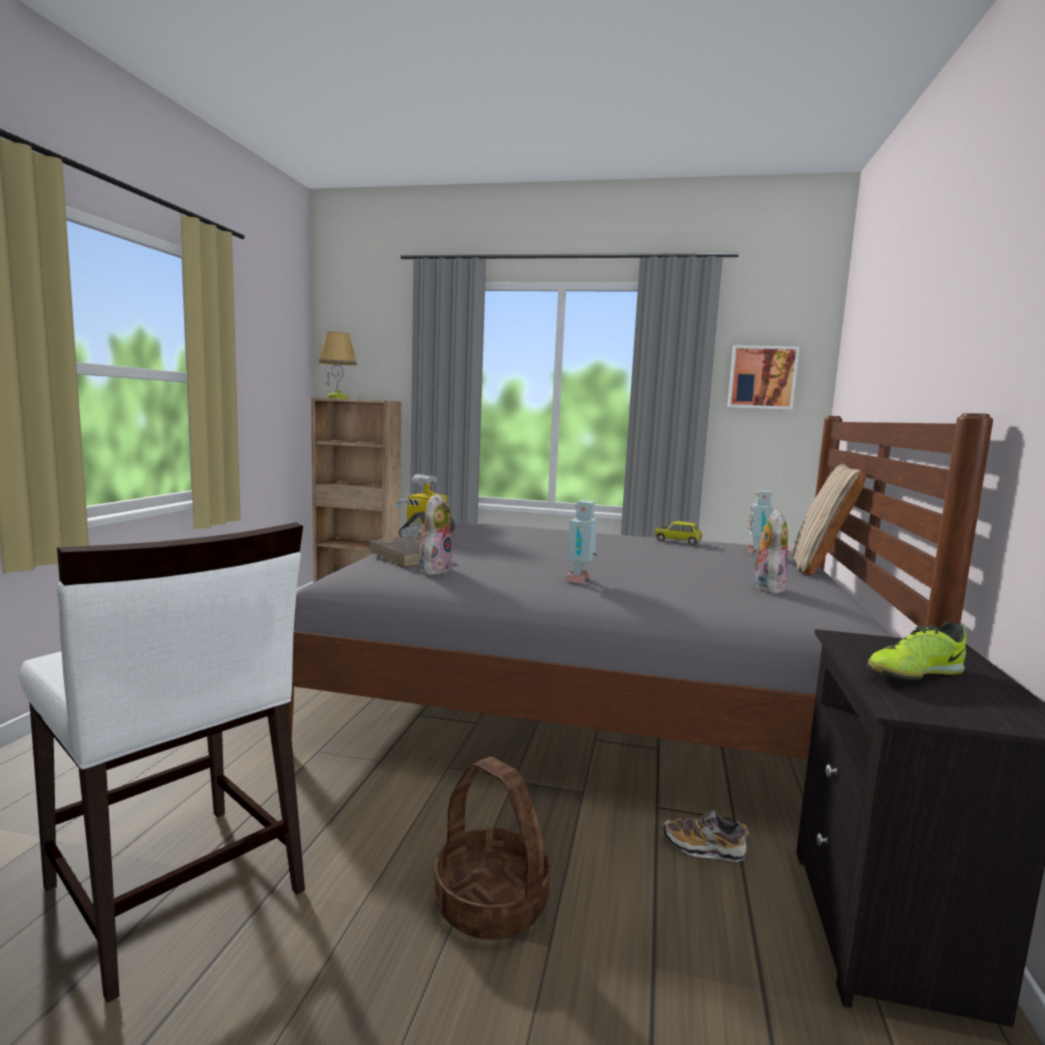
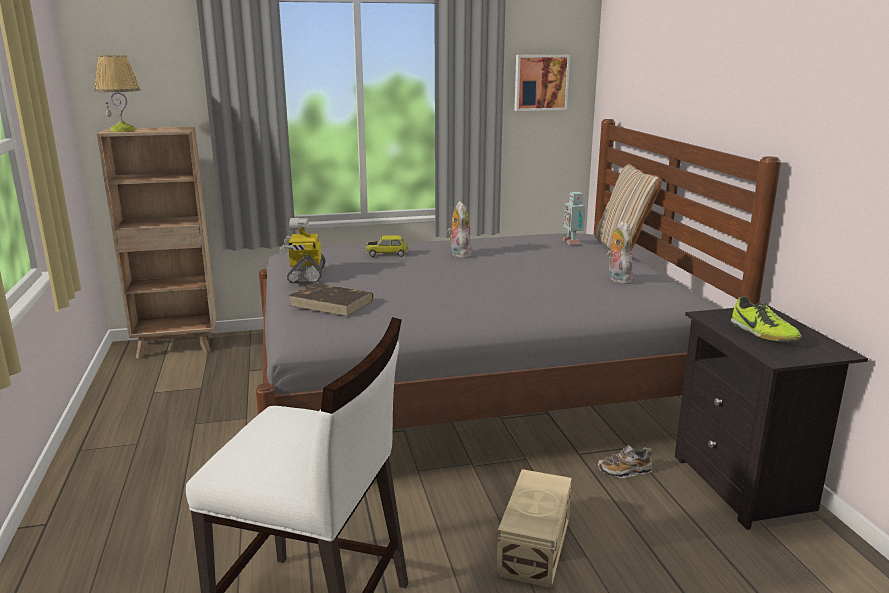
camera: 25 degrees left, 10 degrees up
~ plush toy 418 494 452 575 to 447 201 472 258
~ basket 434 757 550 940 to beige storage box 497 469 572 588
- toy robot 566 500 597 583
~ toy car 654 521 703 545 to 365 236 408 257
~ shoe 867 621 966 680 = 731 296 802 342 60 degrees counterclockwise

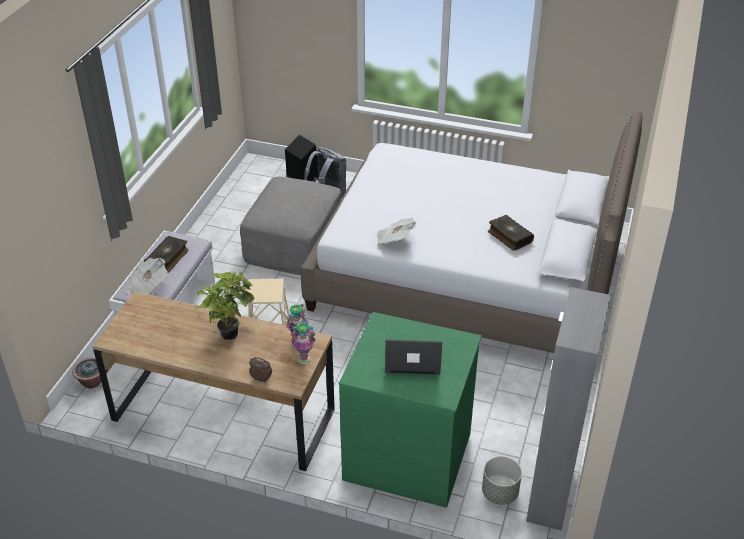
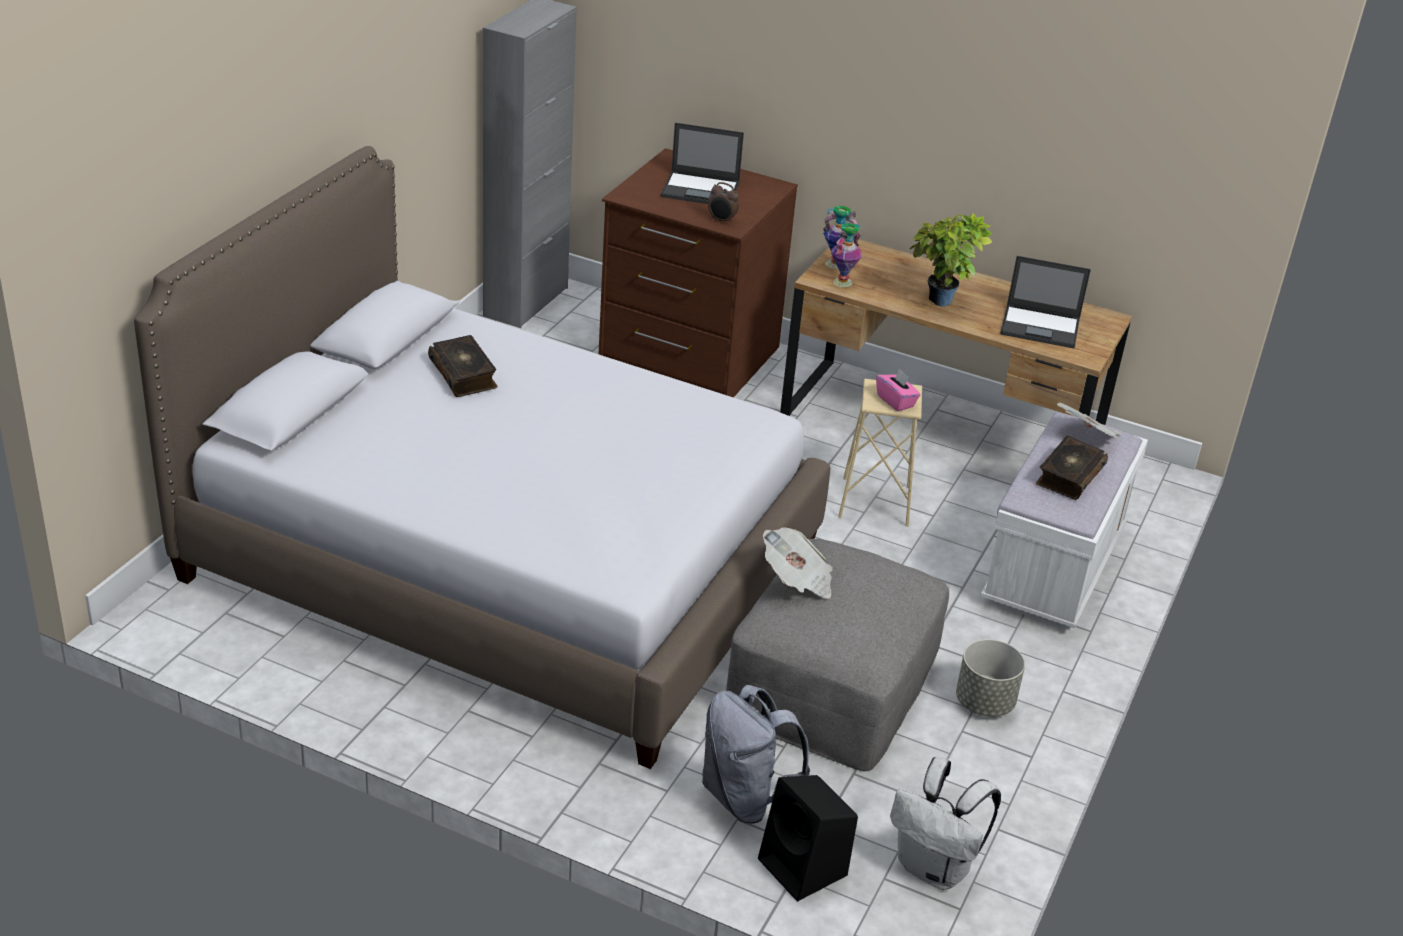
camera: 175 degrees left, 5 degrees down
- potted plant 72 357 101 389
~ alarm clock 249 357 272 383 to 708 182 739 225
~ green dresser 339 312 482 508 to brown dresser 599 148 798 398
~ newspaper 377 218 416 245 to 763 527 833 599
~ grey planter 482 456 522 505 to 956 639 1025 717
+ pink tissue box 876 369 920 411
+ white backpack 890 757 1001 890
+ laptop 1000 256 1091 348

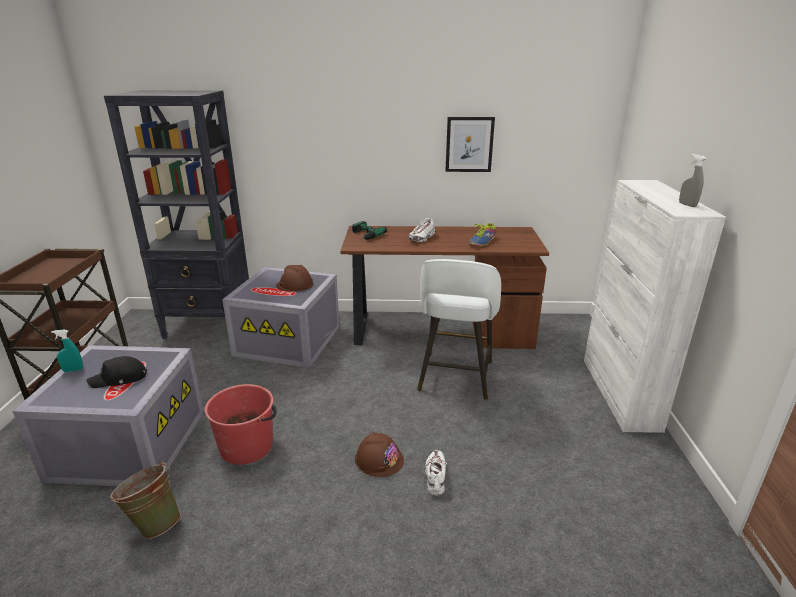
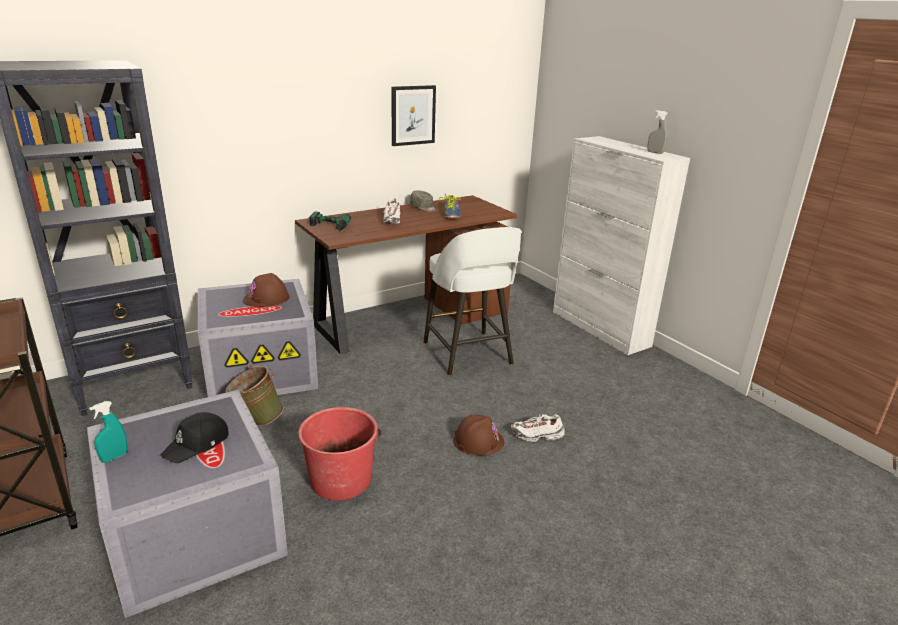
camera: 35 degrees left, 0 degrees up
~ green bucket 110 460 181 539 to 225 365 284 426
~ white shoe 425 450 447 496 = 511 414 565 442 60 degrees counterclockwise
+ grey cap 410 190 436 212

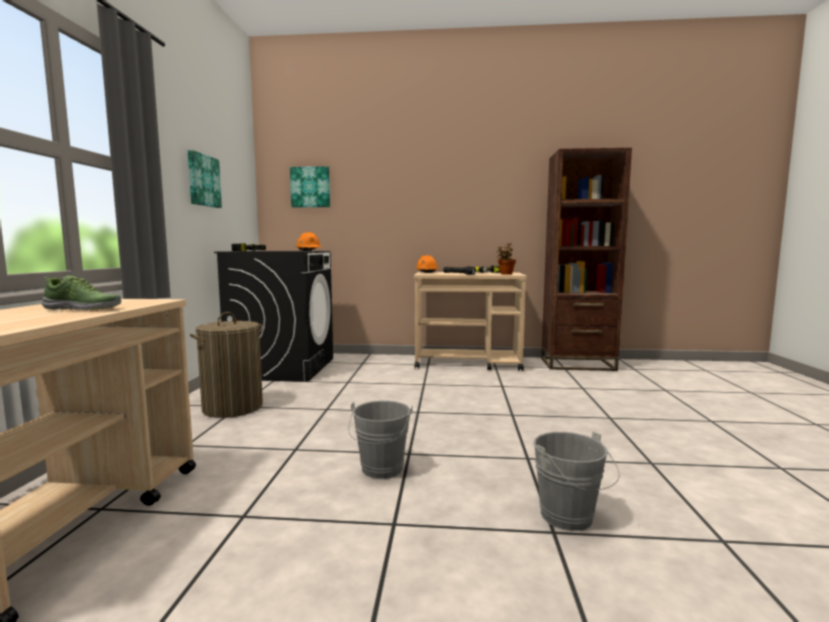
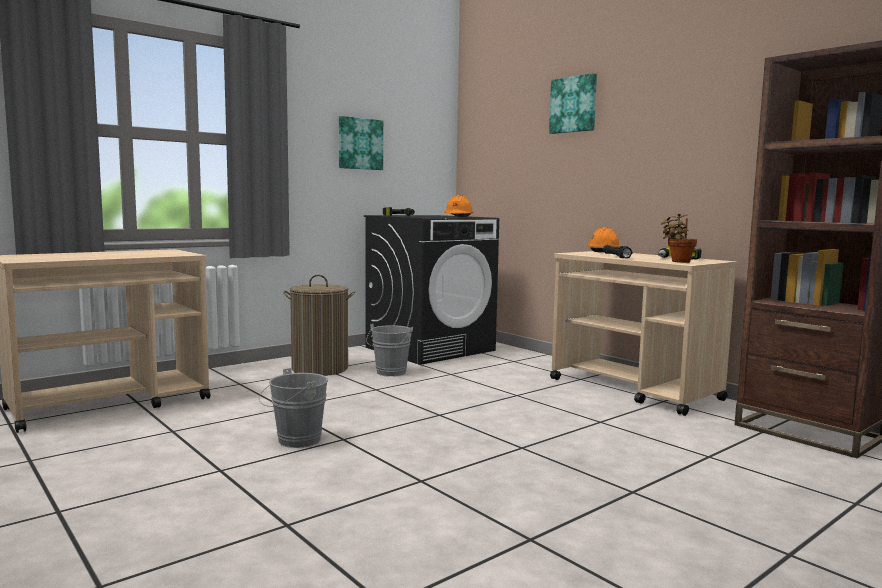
camera: 45 degrees right, 0 degrees up
- shoe 41 275 121 310
~ picture 290 166 330 207 to 549 73 597 134
~ grey bucket 533 431 620 531 to 366 324 413 377

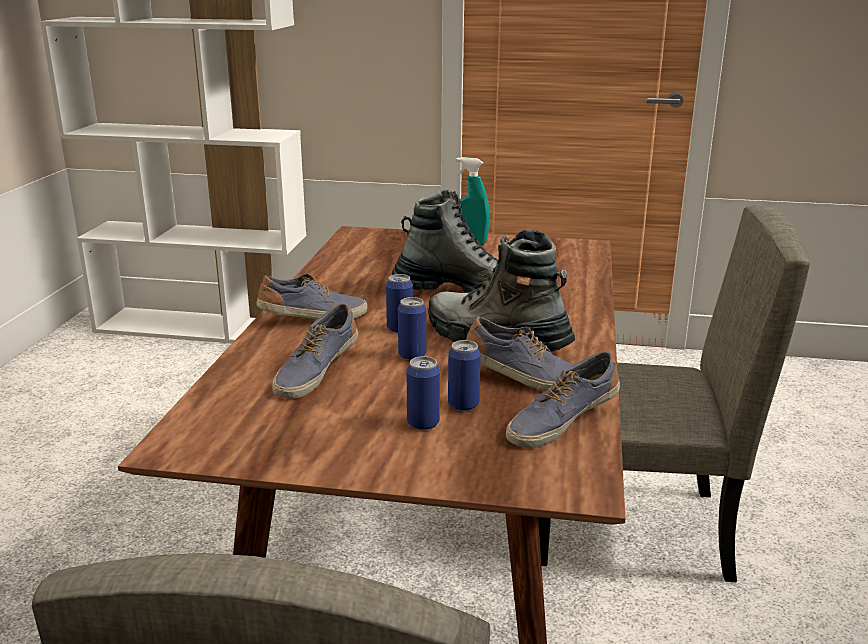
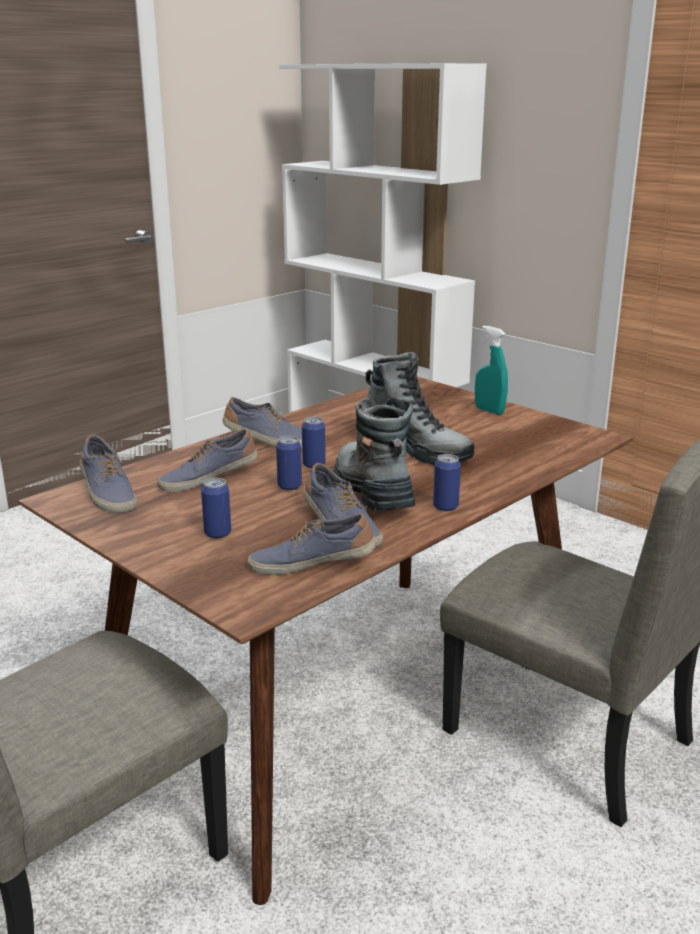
camera: 35 degrees right, 0 degrees up
~ can 448 340 481 411 to 433 454 461 511
+ shoe 80 434 137 513

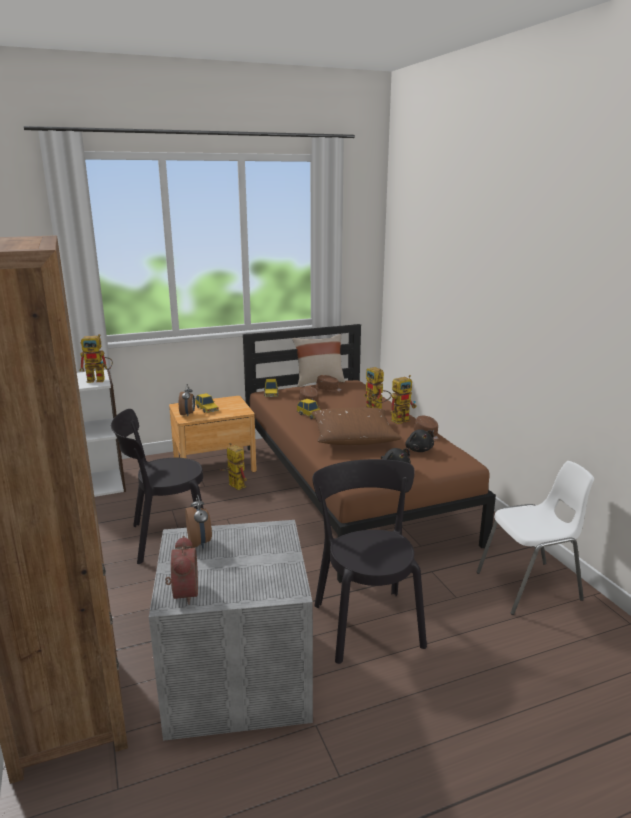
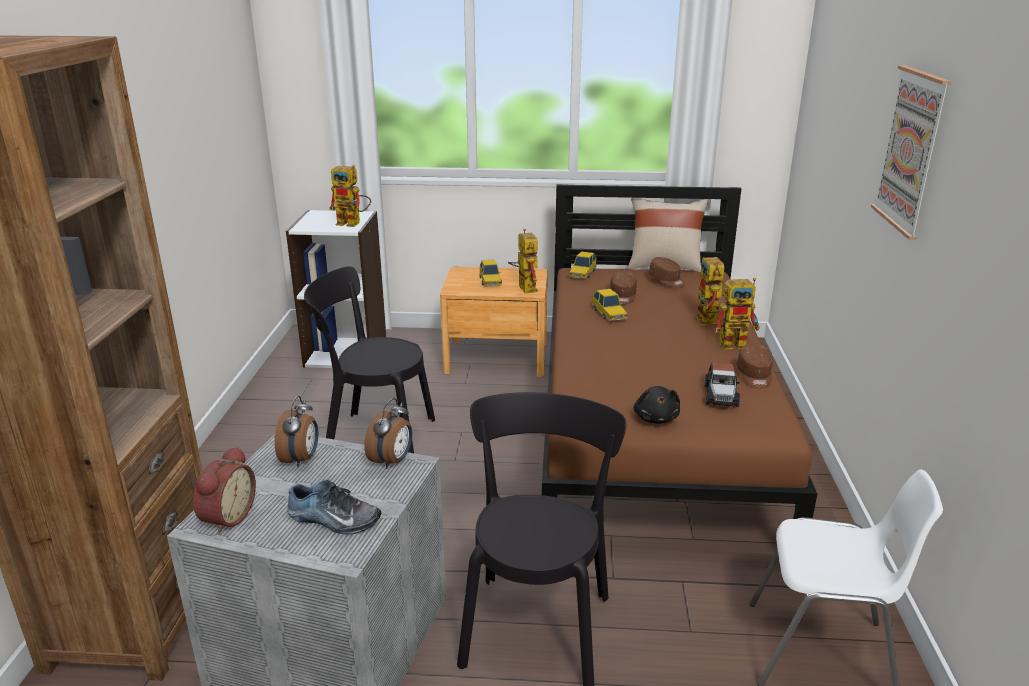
camera: 25 degrees right, 5 degrees up
~ alarm clock 179 384 195 417 to 364 398 412 469
~ toy robot 219 443 247 490 to 508 229 538 293
- brown pillow 312 408 402 445
~ black plush toy 405 429 434 452 to toy car 704 362 740 407
+ shoe 287 479 382 534
+ picture 871 65 952 240

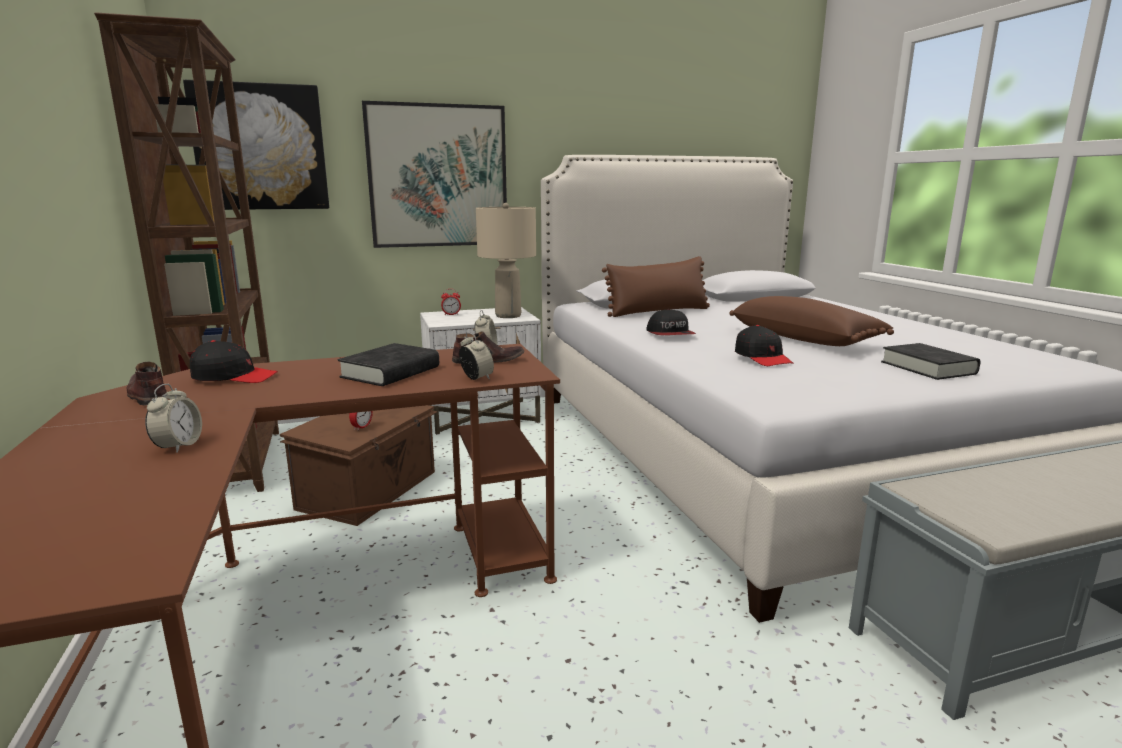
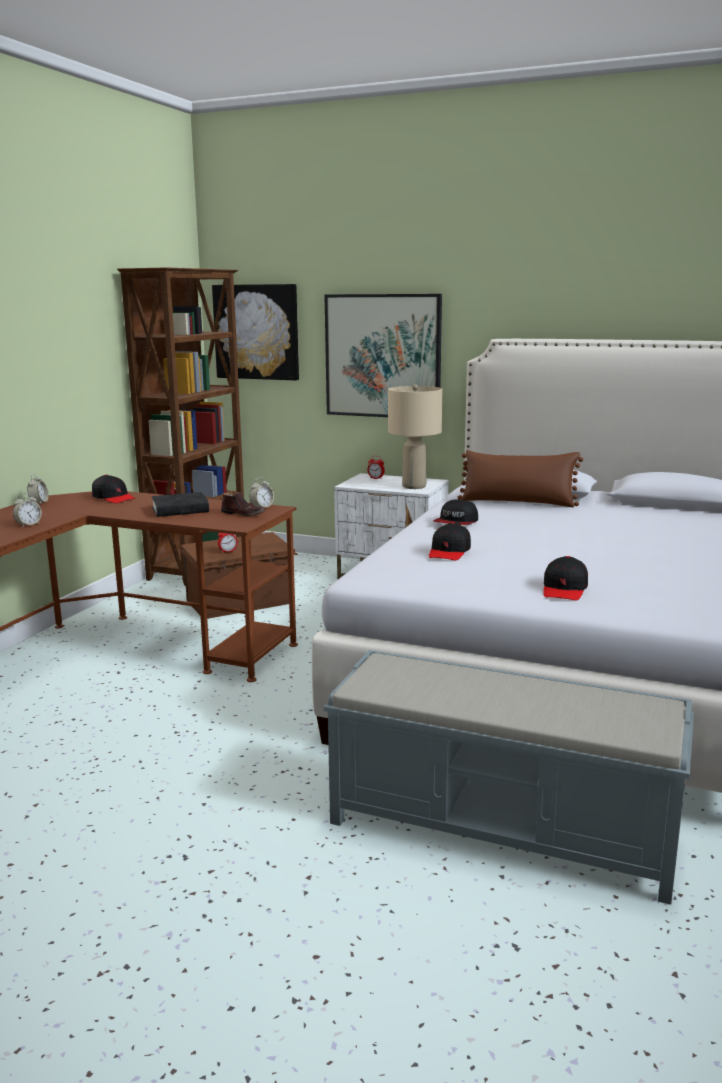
camera: 40 degrees right, 0 degrees up
- brown shoe 126 362 166 406
~ alarm clock 459 332 494 380 to 27 474 48 505
- brown pillow 730 296 894 346
~ black book 881 343 981 380 to black cap 543 556 588 601

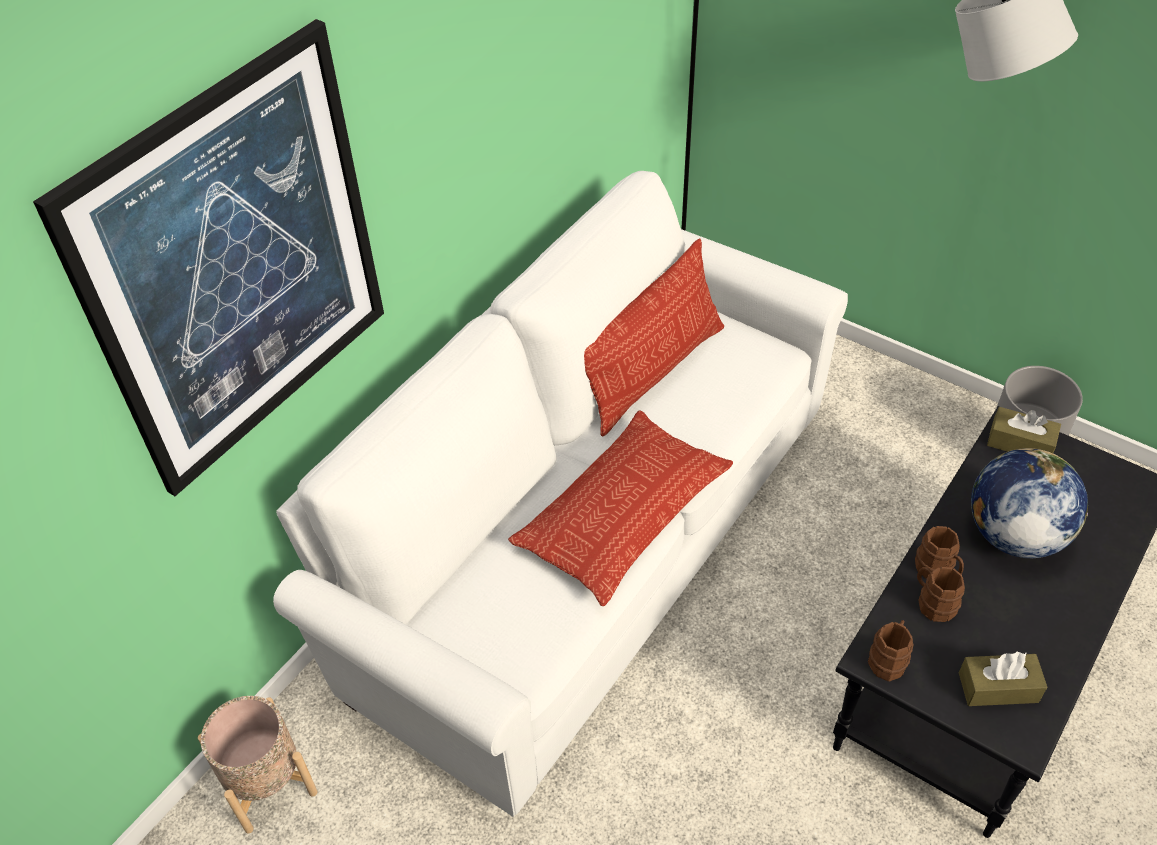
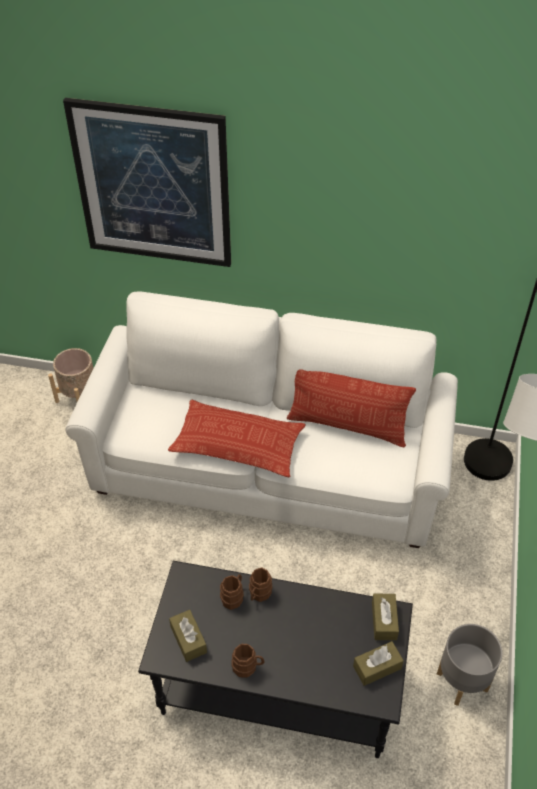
camera: 65 degrees right, 0 degrees up
~ brown mug 868 620 914 681 to 231 644 265 678
- globe 971 448 1088 558
+ brown tissue box 353 641 404 686

